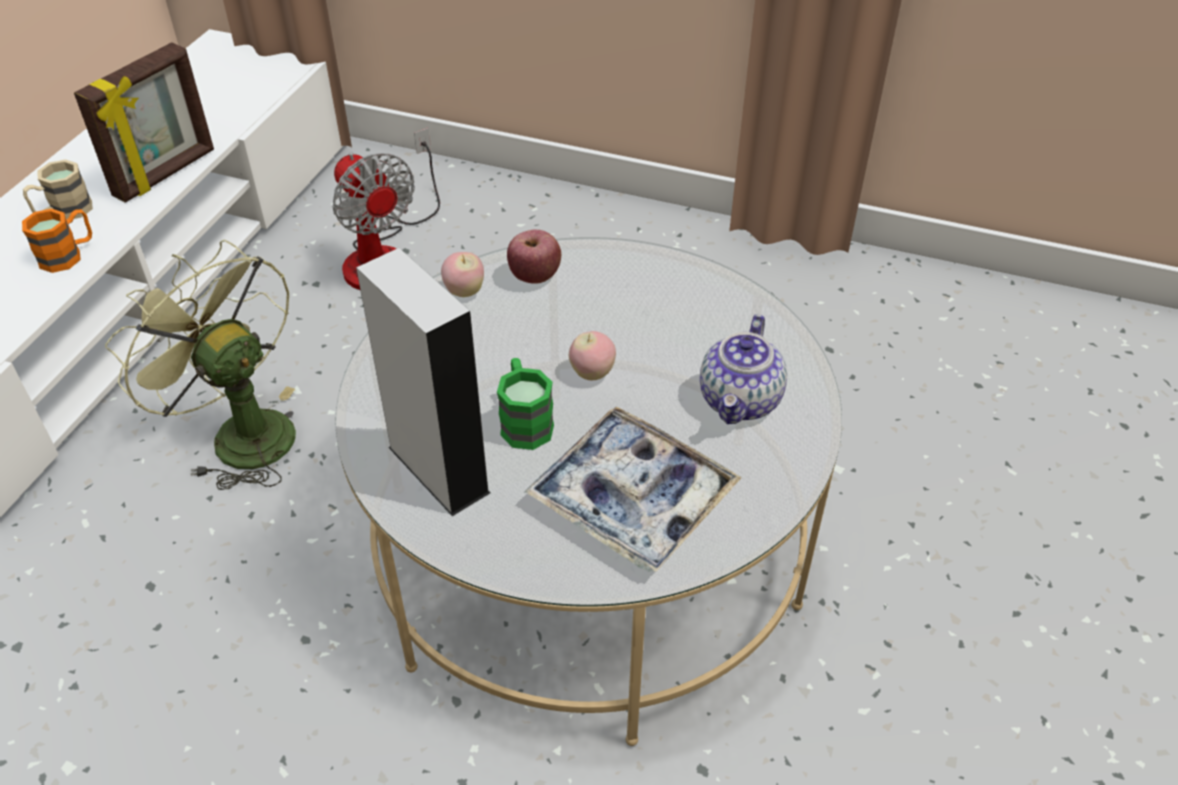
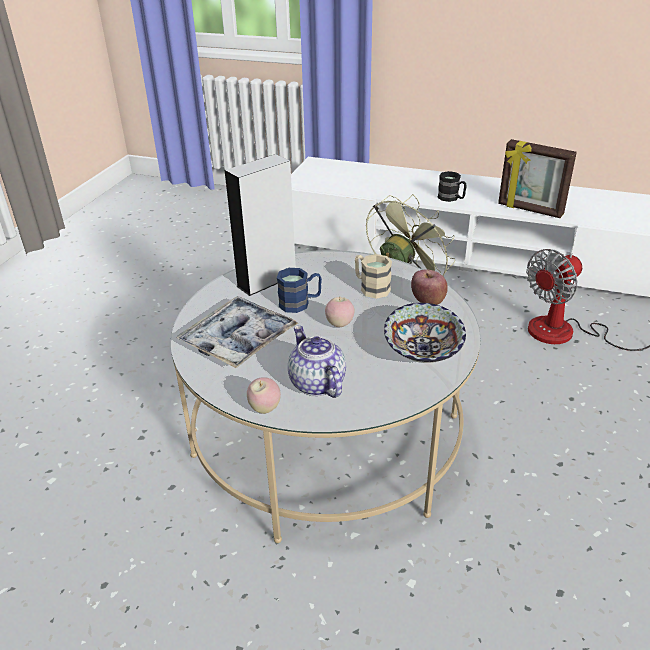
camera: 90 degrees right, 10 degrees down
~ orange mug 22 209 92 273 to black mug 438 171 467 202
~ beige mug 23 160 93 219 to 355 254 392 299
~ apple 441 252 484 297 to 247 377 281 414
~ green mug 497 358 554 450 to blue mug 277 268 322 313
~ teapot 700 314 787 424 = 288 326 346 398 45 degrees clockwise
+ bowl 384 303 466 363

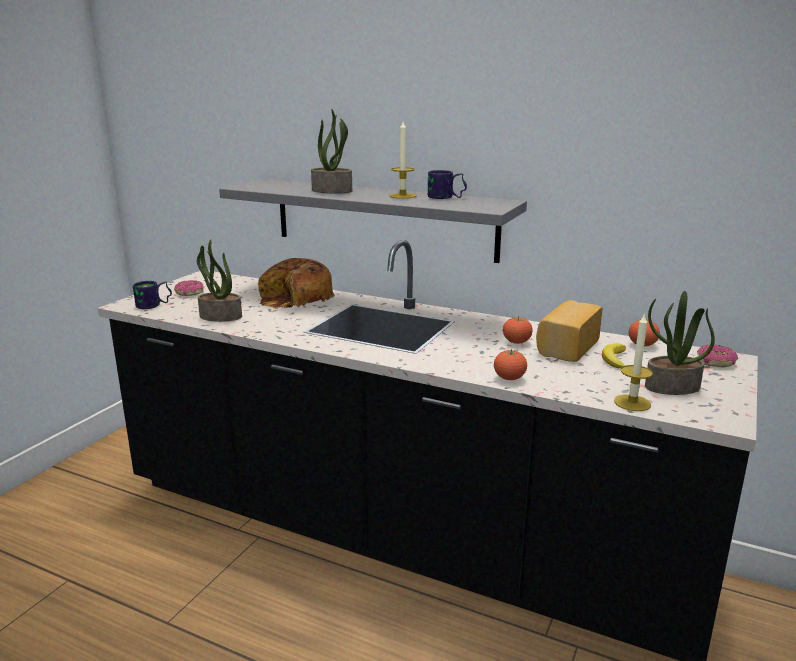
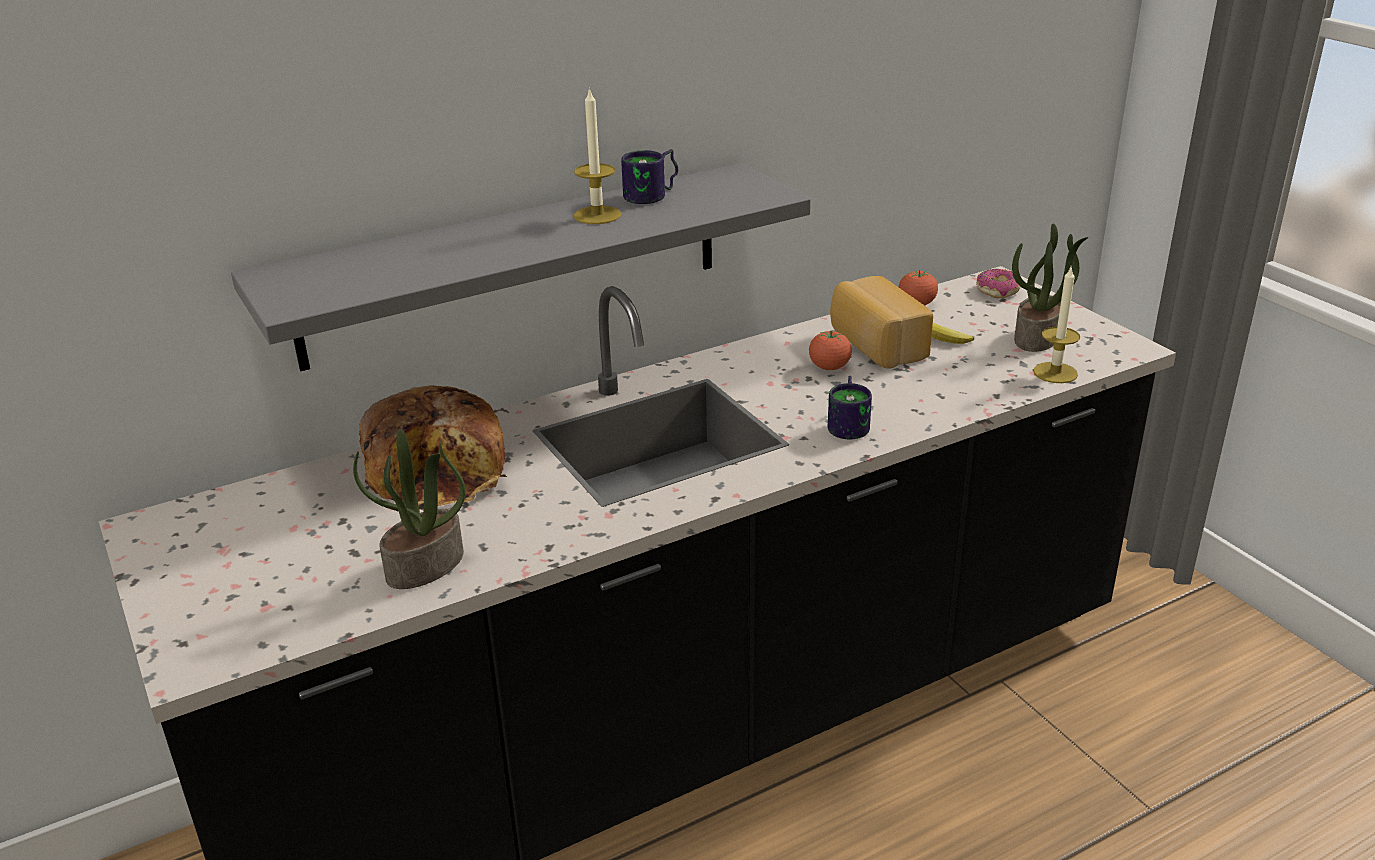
camera: 55 degrees left, 10 degrees up
~ mug 133 281 172 309 to 828 376 872 439
- donut 174 280 204 296
- potted plant 311 109 352 194
- tomato 494 349 527 380

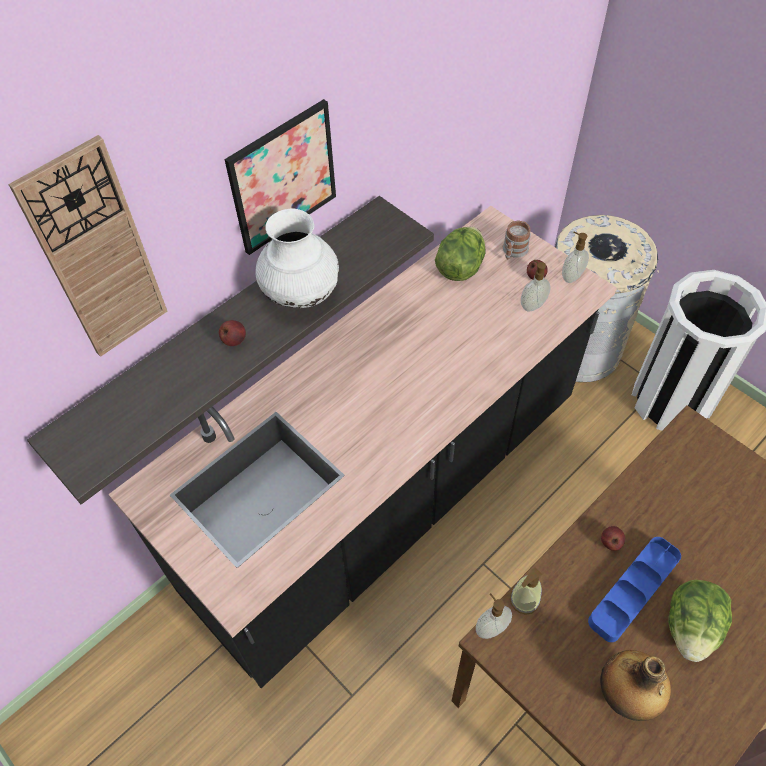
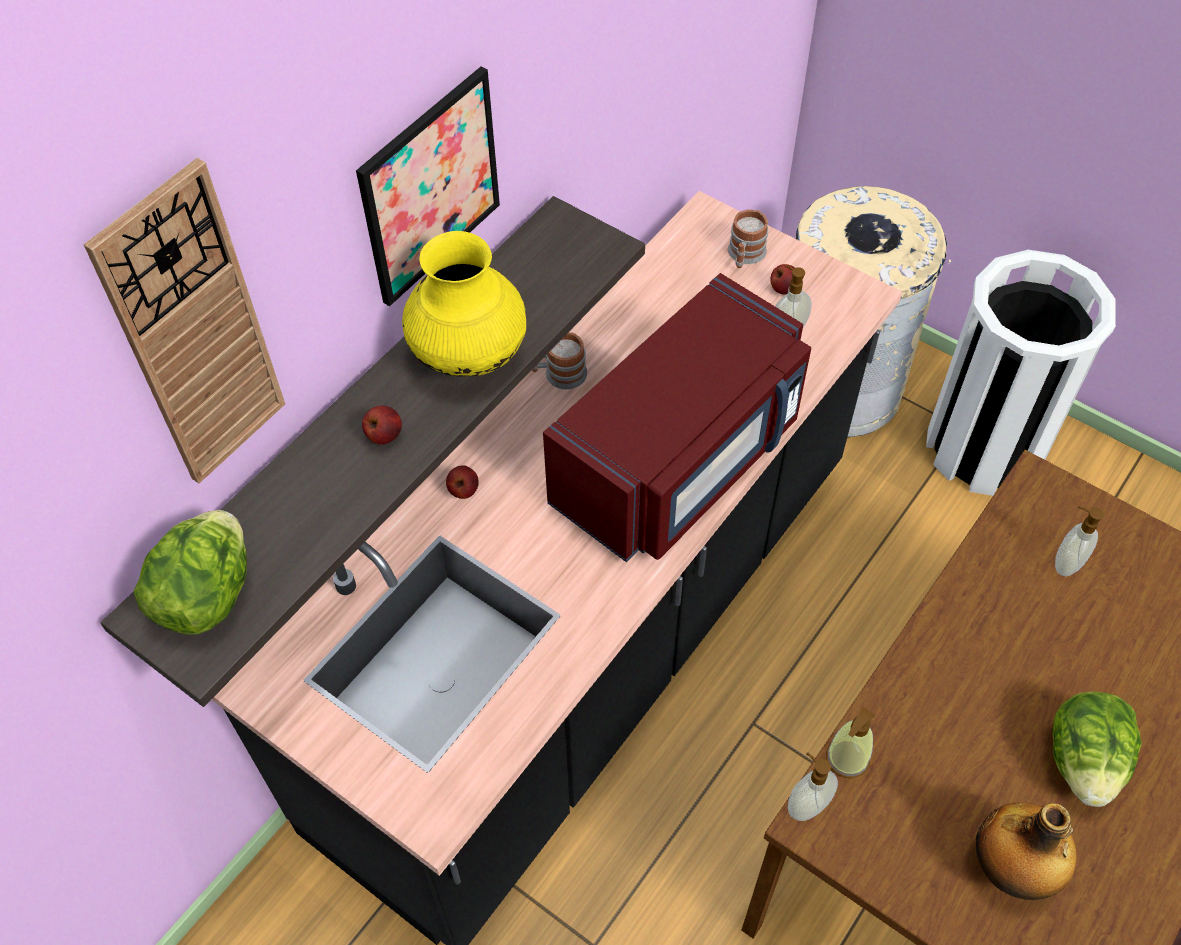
camera: 10 degrees left, 0 degrees up
~ white vase 255 209 339 308 to yellow vase 402 231 526 377
~ lettuce 435 226 486 281 to 134 510 247 635
~ soap dispenser 562 232 589 283 to 1055 506 1104 576
- blue tray 588 537 681 642
~ apple 601 526 625 551 to 446 465 479 499
+ mug 532 332 587 389
+ red microwave 543 273 811 562

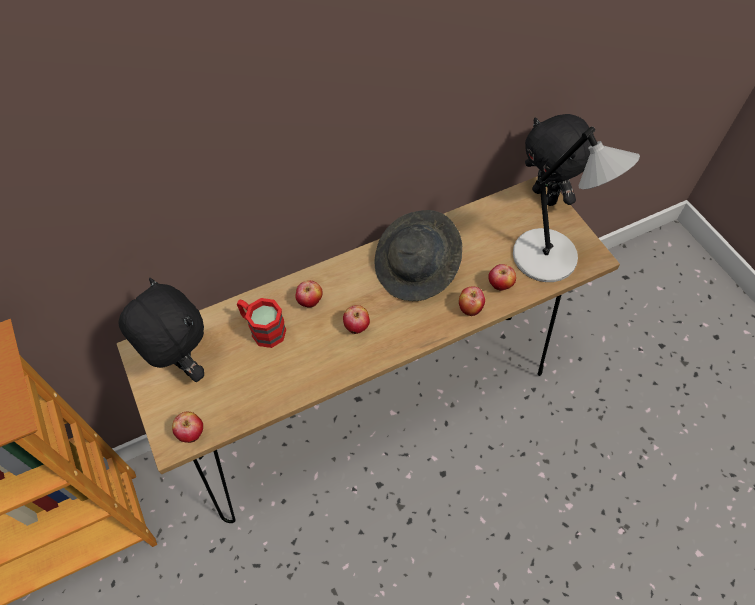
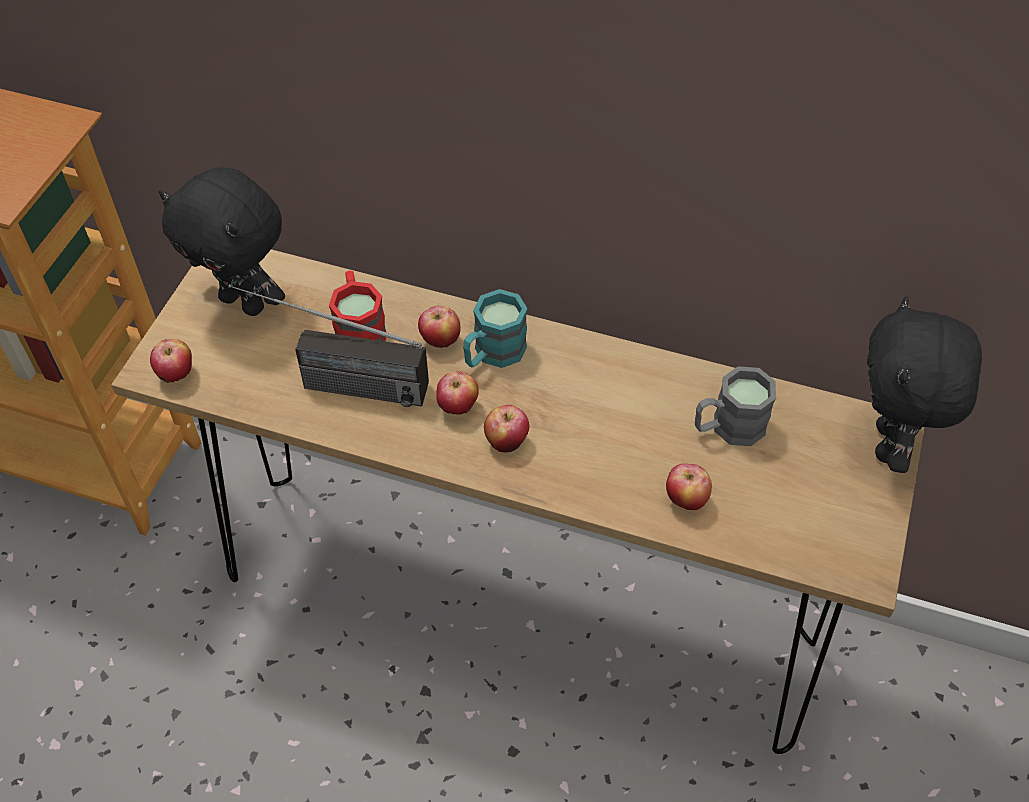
camera: 45 degrees right, 5 degrees down
~ black plush toy 118 278 204 382 = 159 167 285 316 120 degrees clockwise
- grey hat 374 210 462 301
~ apple 459 286 485 316 to 484 405 529 453
- grey table lamp 513 126 640 282
+ radio 228 285 429 407
+ turquoise mug 463 289 527 368
+ grey mug 695 366 776 446

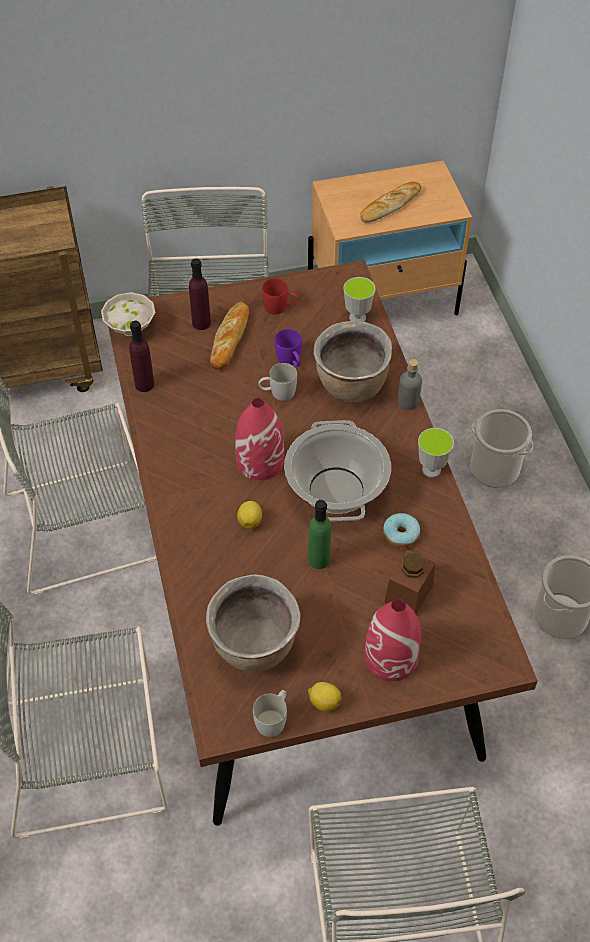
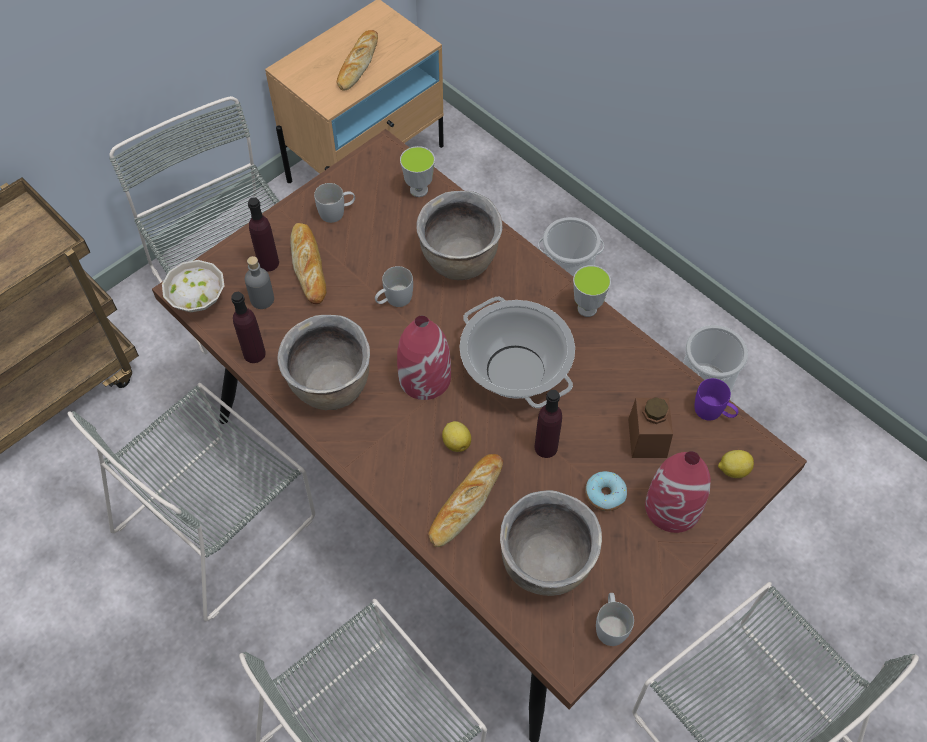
camera: 30 degrees left, 5 degrees up
~ red mug 262 278 298 314 to white mug 314 183 355 223
~ purple mug 275 329 302 367 to 695 378 739 421
~ green bottle 308 500 331 569 to purple bottle 535 390 562 458
~ lemon 308 682 342 712 to 718 450 754 478
~ donut 383 513 420 547 to 585 471 627 511
~ grey bottle 397 359 422 410 to 245 256 274 309
+ brown cooking pot 277 315 370 410
+ bread 428 454 503 547

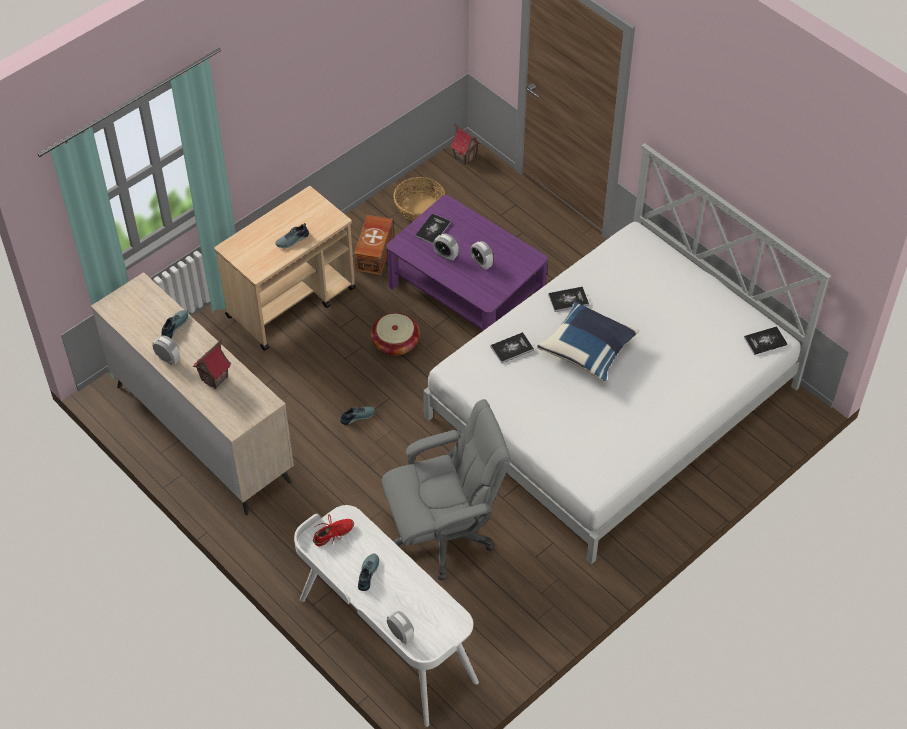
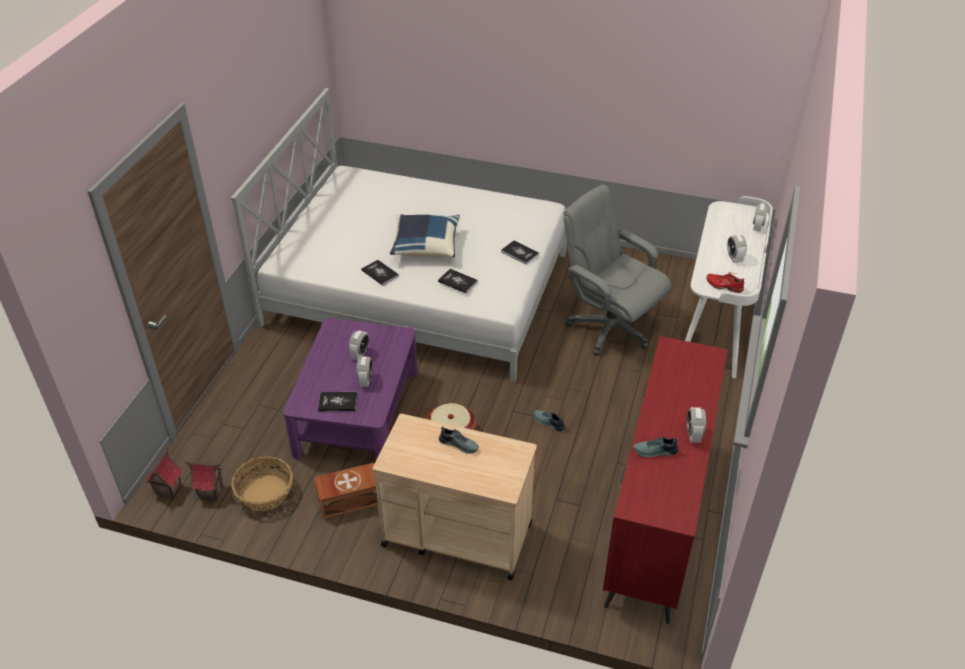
camera: 120 degrees left, 10 degrees down
~ beige dresser 91 272 294 515 to red dresser 603 336 728 624
~ toy house 193 339 231 389 to 185 461 223 500
~ shoe 358 553 379 591 to alarm clock 727 234 747 263
~ book 744 326 787 355 to 501 241 539 264

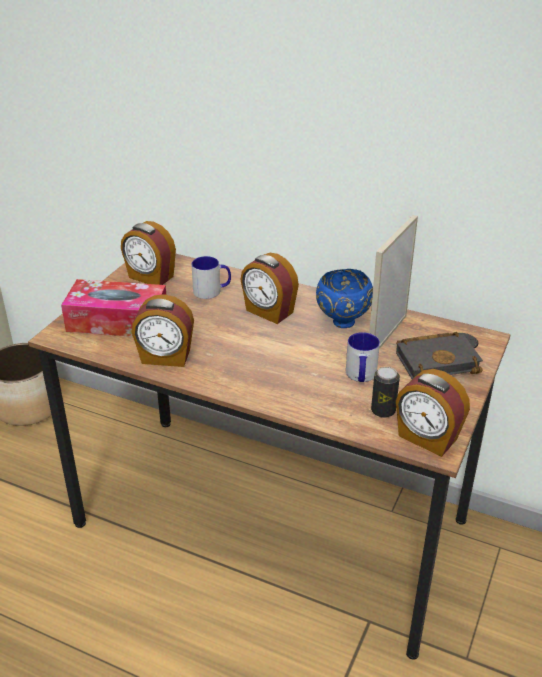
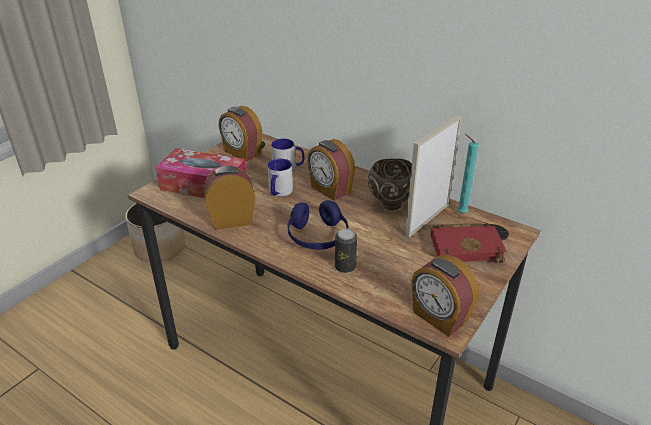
camera: 10 degrees right, 0 degrees up
~ alarm clock 132 294 194 367 = 204 166 255 230 150 degrees clockwise
~ blue bowl 316 269 373 328 to brown bowl 368 159 412 210
~ mug 346 332 380 382 to 267 159 293 197
~ can 371 367 400 418 to 335 228 357 273
~ black book 396 332 483 379 to red book 431 223 507 263
+ blue headphones 288 200 349 250
+ turquoise candle 457 134 479 213

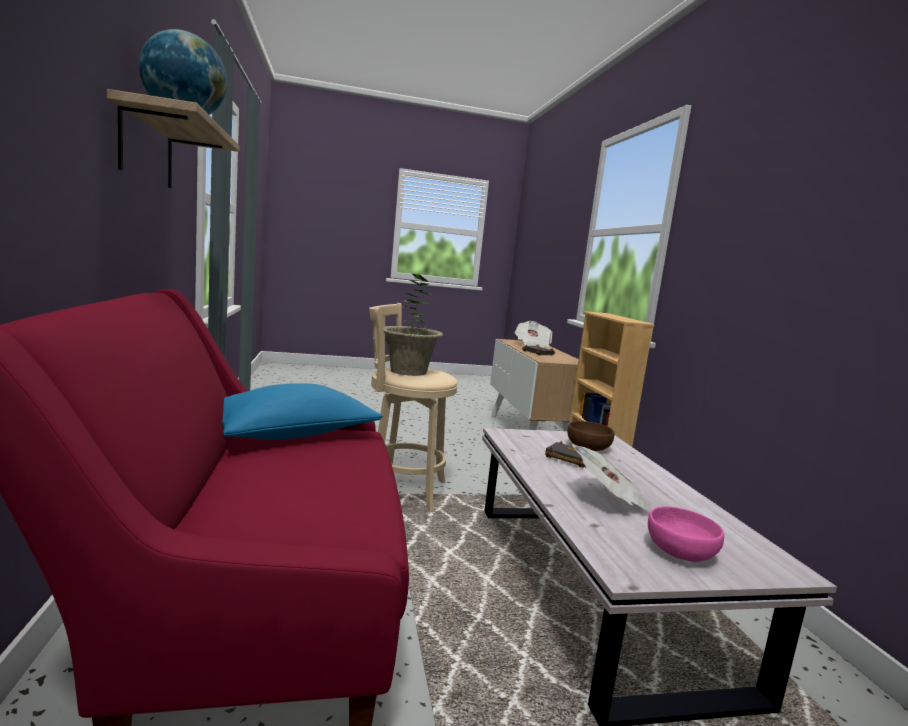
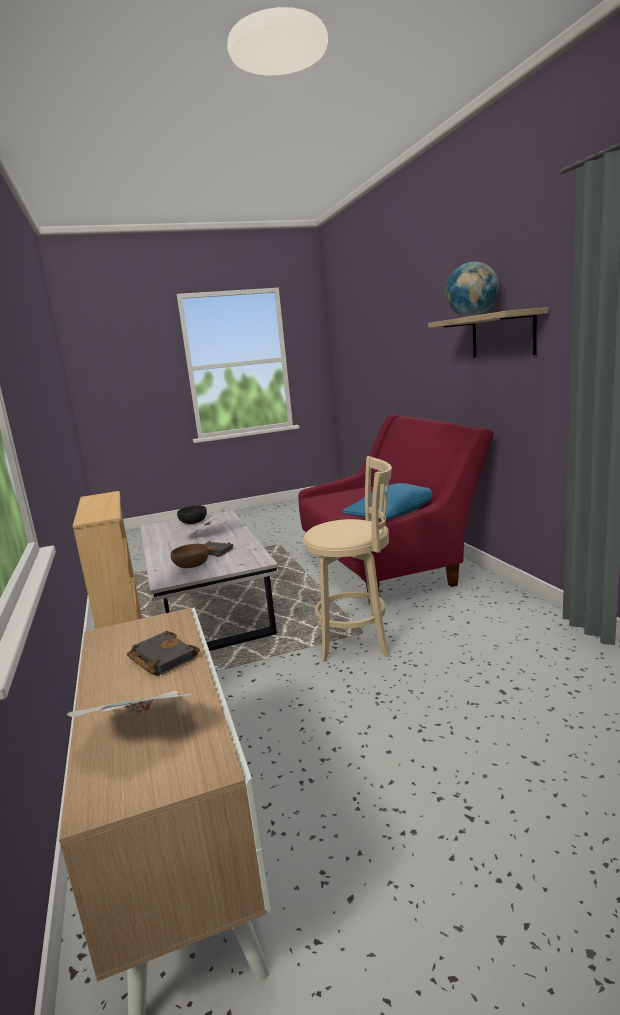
camera: 175 degrees right, 5 degrees up
- potted plant 384 274 443 376
~ pink bowl 648 506 724 562 to black bowl 177 506 207 524

